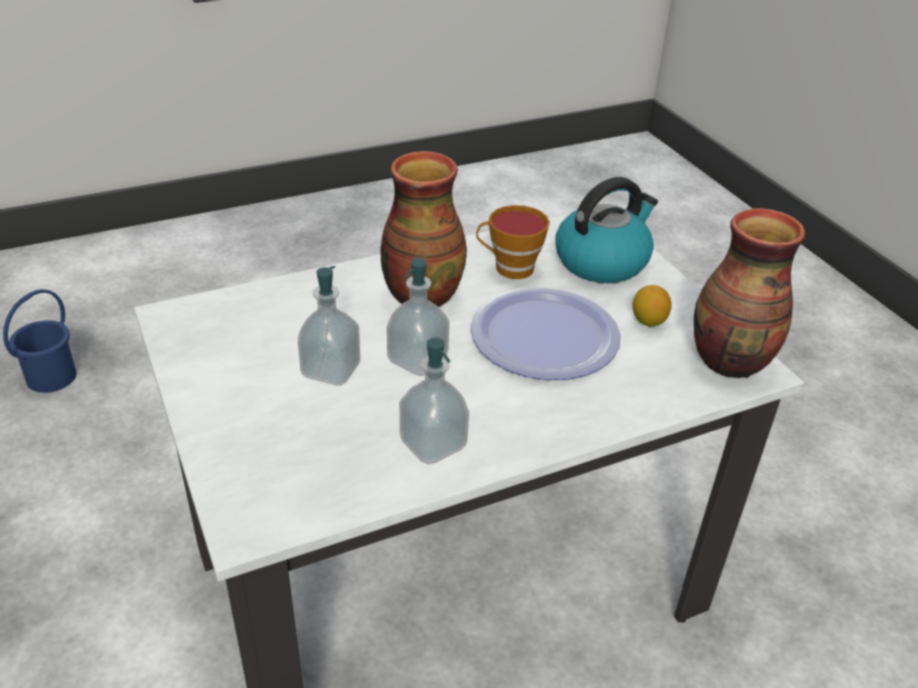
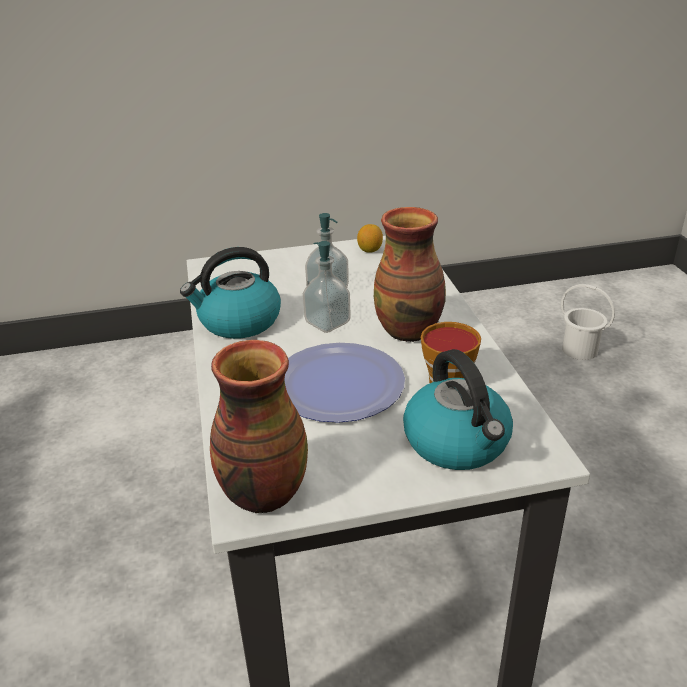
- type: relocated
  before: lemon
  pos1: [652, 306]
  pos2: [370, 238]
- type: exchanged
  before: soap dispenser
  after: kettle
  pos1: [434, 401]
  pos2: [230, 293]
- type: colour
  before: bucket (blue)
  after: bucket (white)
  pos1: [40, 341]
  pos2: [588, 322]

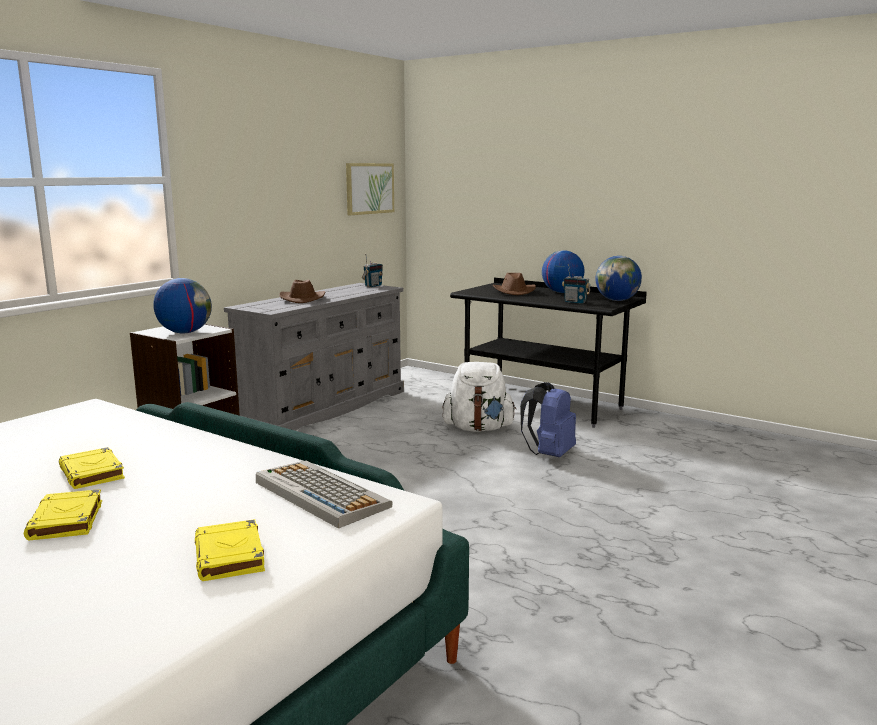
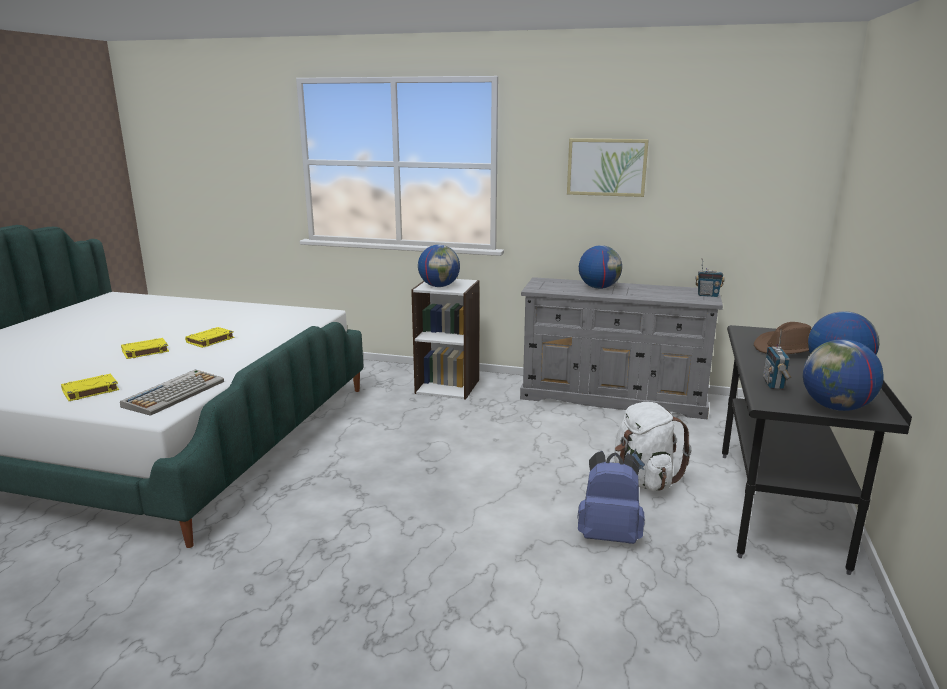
- type: relocated
  before: picture
  pos1: [370, 189]
  pos2: [608, 167]
- type: exchanged
  before: hat (brown)
  after: globe
  pos1: [302, 291]
  pos2: [600, 267]

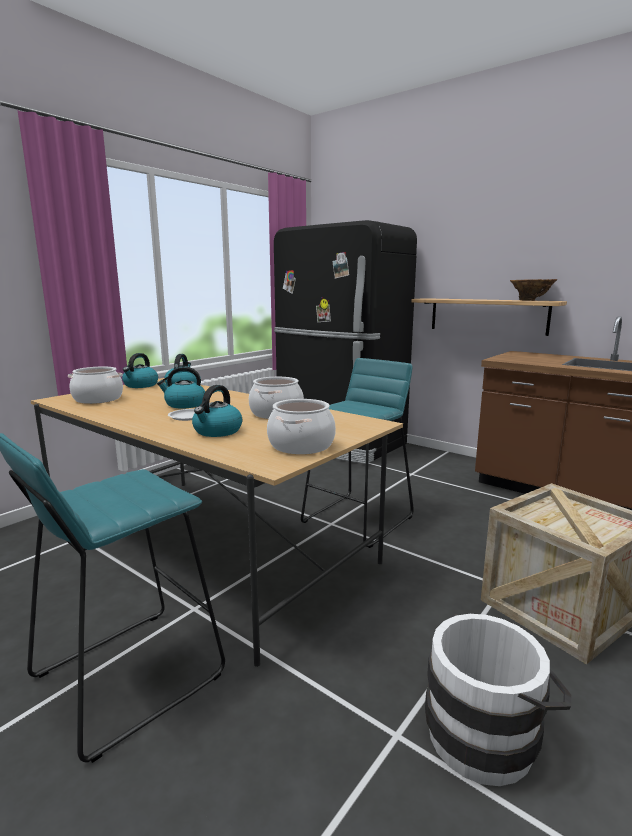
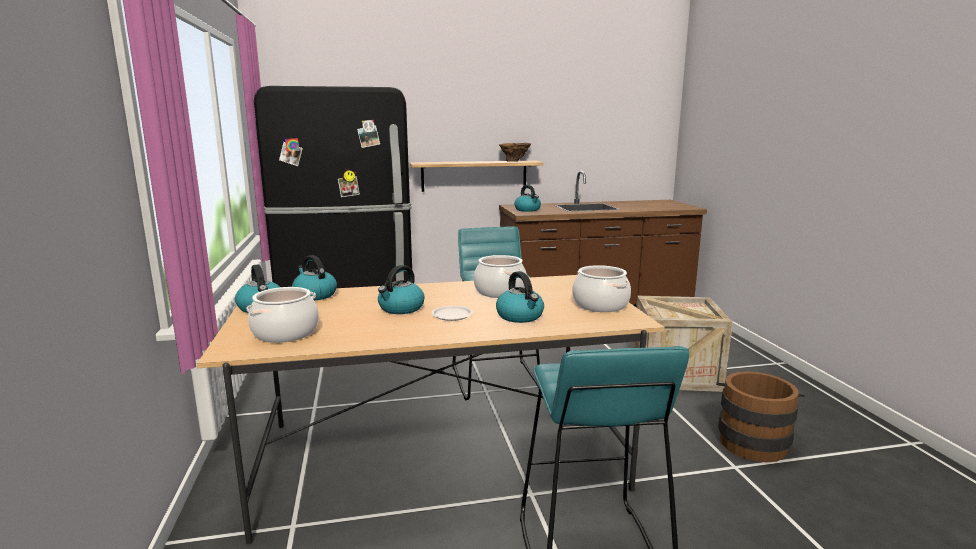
- type: appeared
  after: kettle
  pos2: [527, 198]
- type: colour
  before: bucket (white)
  after: bucket (brown)
  pos1: [498, 700]
  pos2: [760, 416]

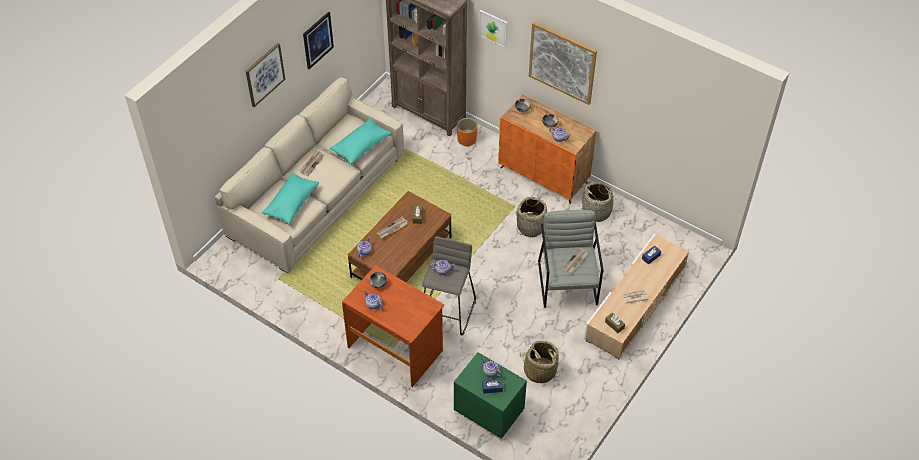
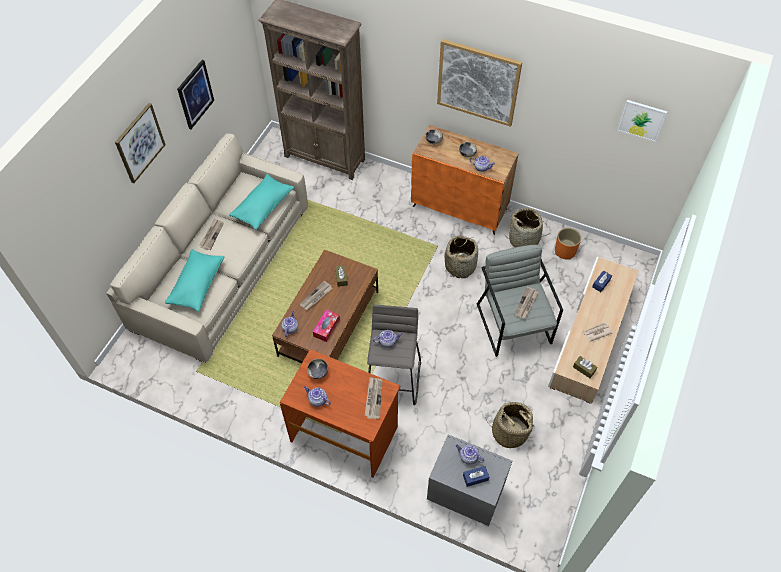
- type: appeared
  after: tissue box
  pos2: [326, 326]
- type: appeared
  after: newspaper
  pos2: [374, 398]
- type: relocated
  before: planter (orange)
  pos1: [467, 132]
  pos2: [568, 244]
- type: relocated
  before: picture
  pos1: [493, 29]
  pos2: [642, 121]
- type: colour
  before: nightstand (green)
  after: nightstand (grey)
  pos1: [490, 395]
  pos2: [469, 480]

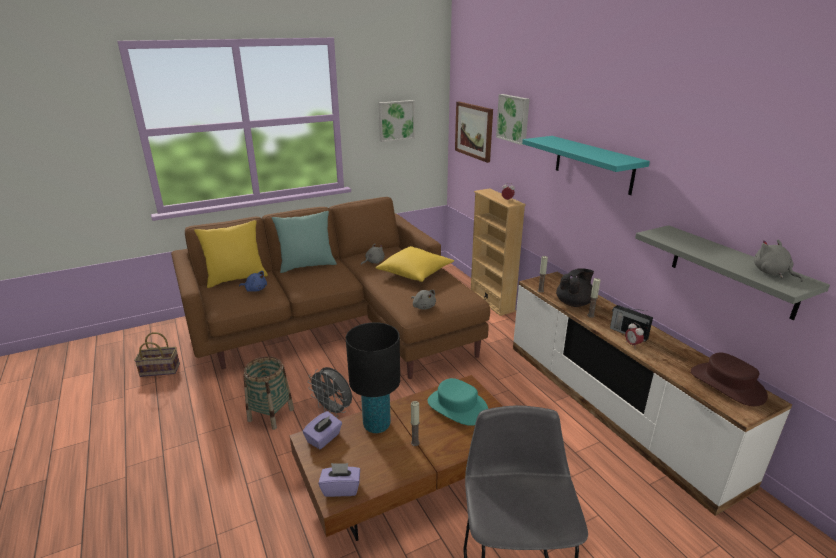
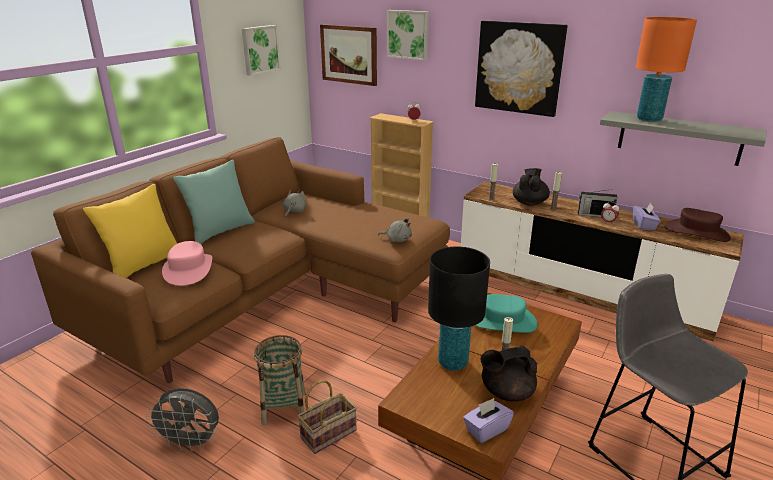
- type: missing
  before: pillow (yellow)
  pos1: [414, 264]
- type: missing
  before: plush toy (grey)
  pos1: [778, 261]
- type: appeared
  after: teapot (black)
  pos2: [509, 373]
- type: appeared
  after: table lamp (orange)
  pos2: [666, 69]
- type: relocated
  before: basket
  pos1: [157, 354]
  pos2: [327, 417]
- type: relocated
  before: tissue box (purple)
  pos1: [322, 430]
  pos2: [646, 216]
- type: relocated
  before: fan (grey)
  pos1: [329, 392]
  pos2: [182, 420]
- type: exchanged
  before: plush toy (blue)
  after: hat (pink)
  pos1: [253, 281]
  pos2: [187, 263]
- type: exchanged
  before: shelf (turquoise)
  after: picture
  pos1: [586, 165]
  pos2: [521, 69]

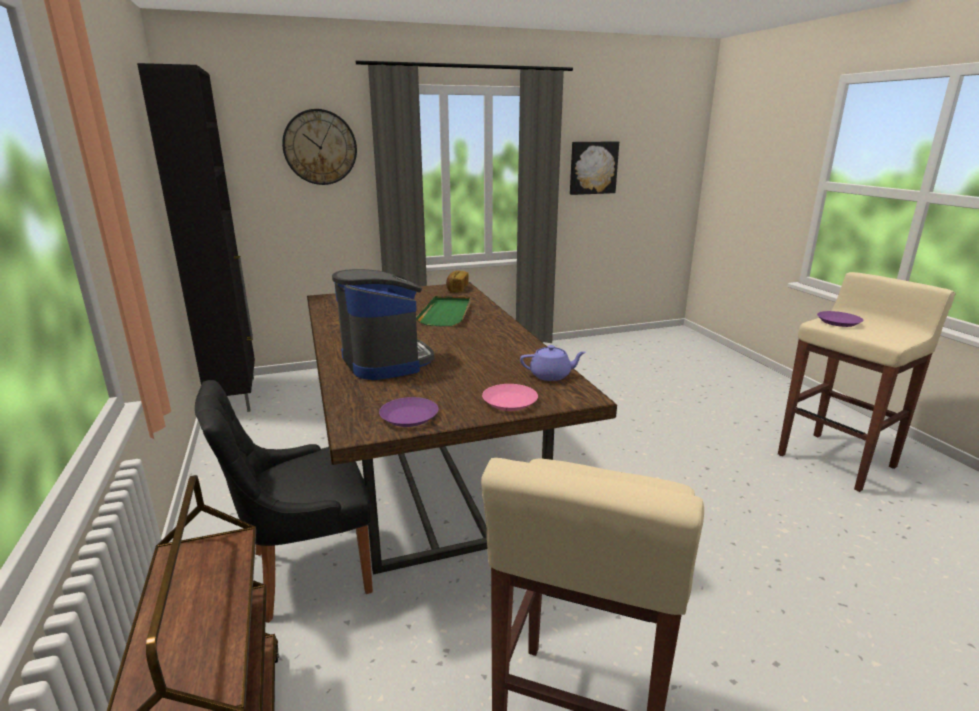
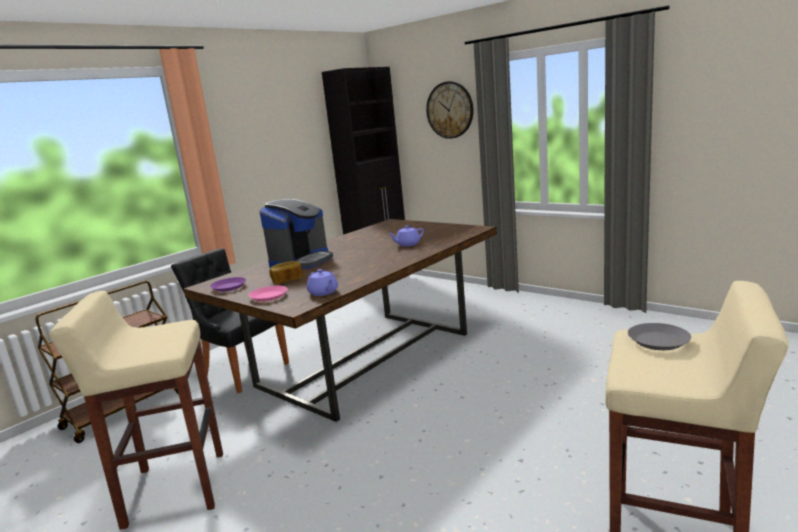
- type: missing
  before: picture
  pos1: [594, 168]
- type: relocated
  before: bread
  pos1: [457, 281]
  pos2: [286, 272]
- type: exchanged
  before: tray (green)
  after: teapot (purple)
  pos1: [443, 311]
  pos2: [406, 235]
- type: colour
  before: plate (purple)
  after: plate (grey)
  pos1: [840, 319]
  pos2: [659, 336]

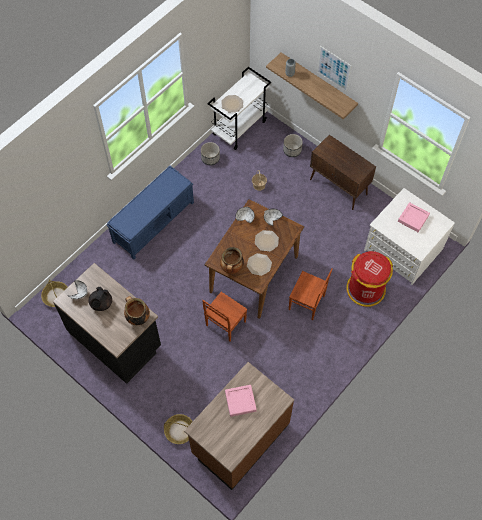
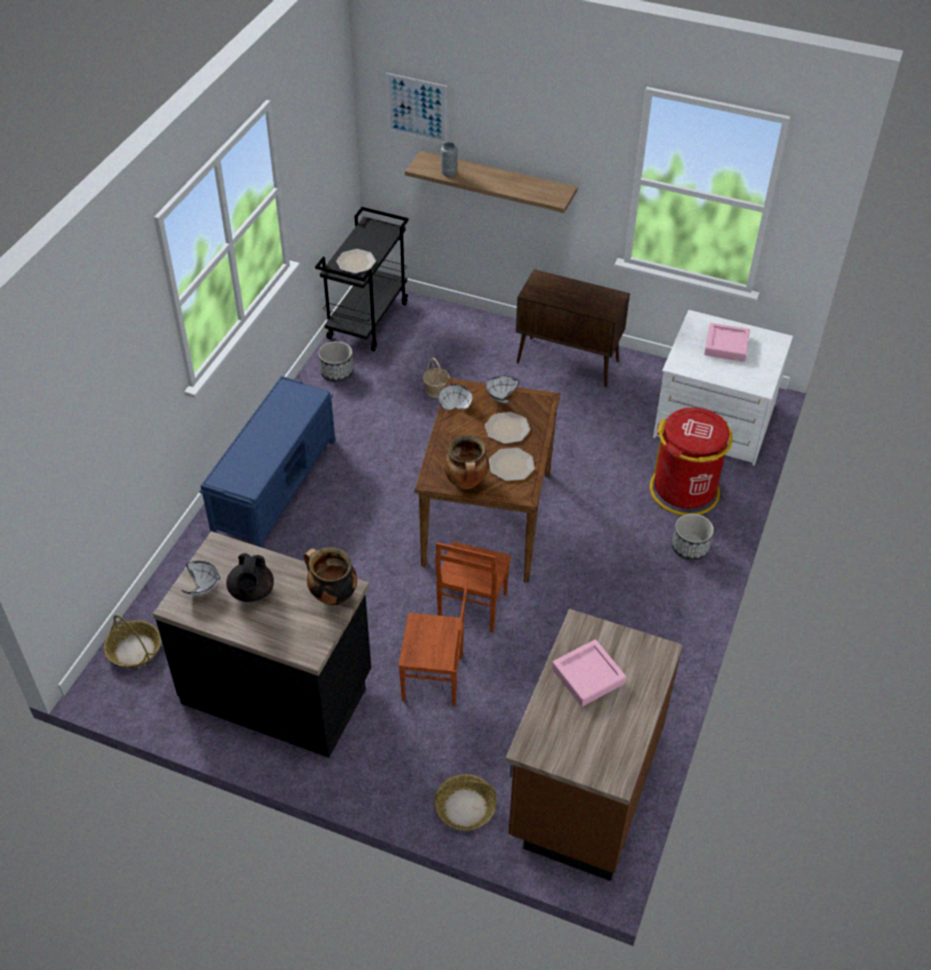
- type: relocated
  before: planter
  pos1: [293, 145]
  pos2: [693, 537]
- type: relocated
  before: chair (brown)
  pos1: [310, 294]
  pos2: [433, 642]
- type: relocated
  before: picture
  pos1: [334, 69]
  pos2: [416, 108]
- type: colour
  before: cart (white)
  after: cart (black)
  pos1: [239, 108]
  pos2: [362, 279]

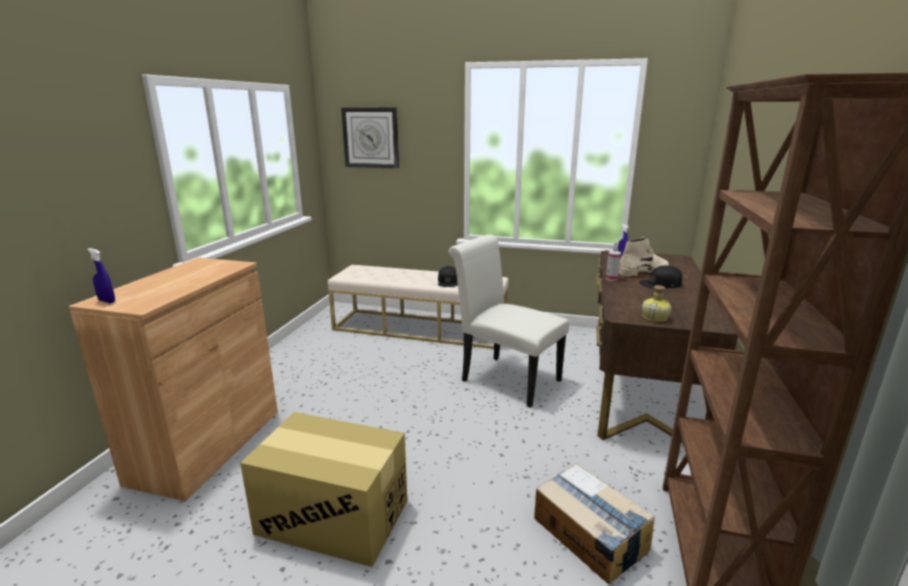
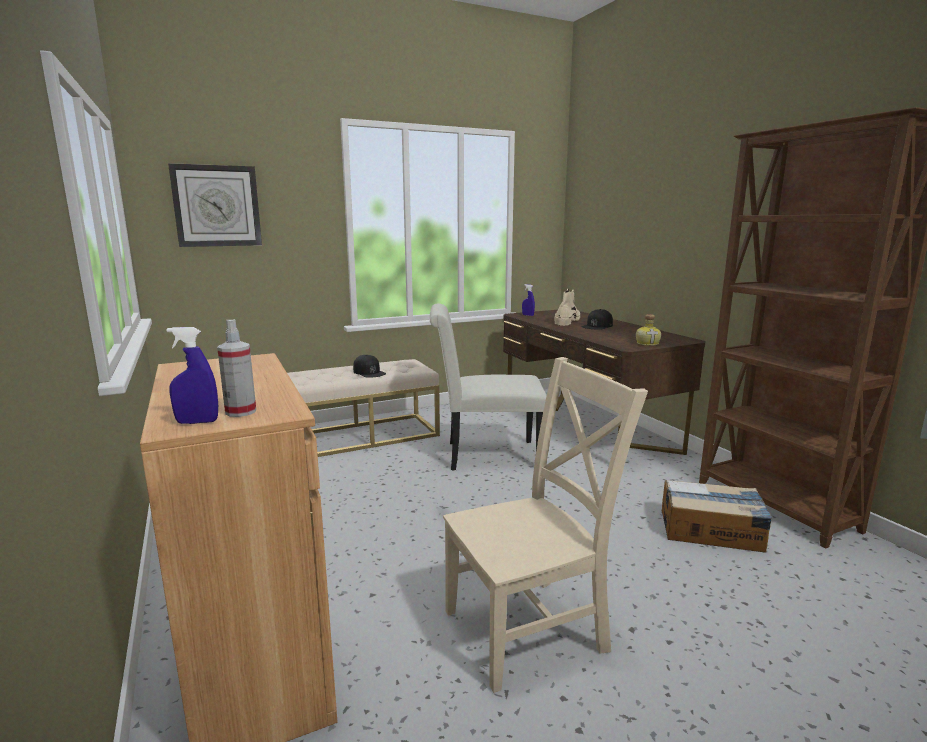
- type: relocated
  before: spray bottle
  pos1: [613, 261]
  pos2: [236, 368]
- type: exchanged
  before: cardboard box
  after: chair (beige)
  pos1: [323, 489]
  pos2: [545, 525]

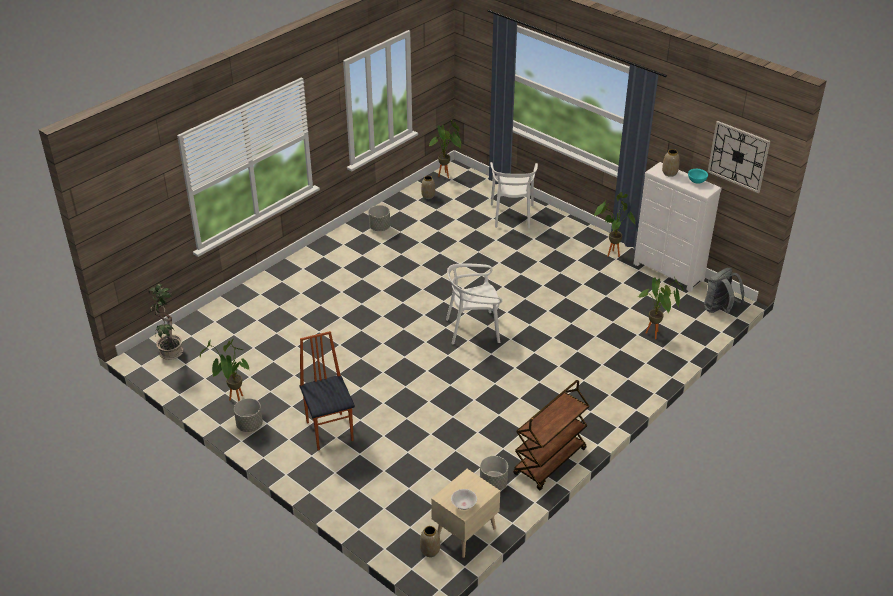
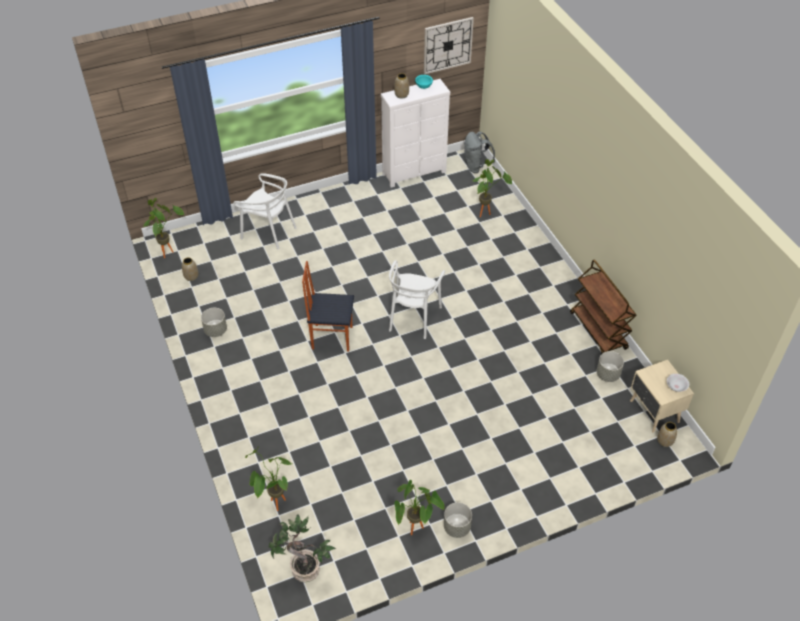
- type: relocated
  before: chair
  pos1: [327, 390]
  pos2: [328, 306]
- type: relocated
  before: potted plant
  pos1: [614, 224]
  pos2: [268, 479]

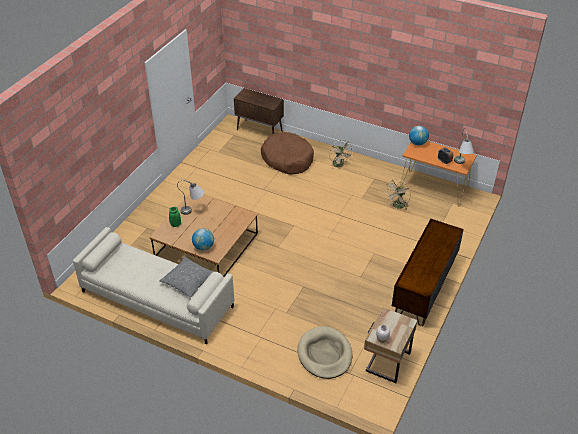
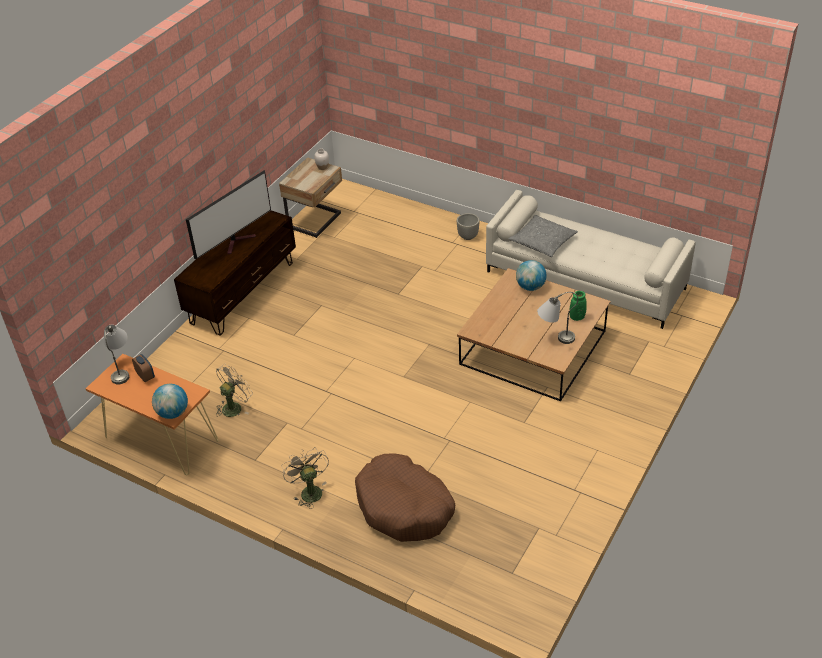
- type: missing
  before: cabinet (brown)
  pos1: [259, 111]
- type: missing
  before: dog bed (beige)
  pos1: [324, 352]
- type: appeared
  after: television
  pos2: [228, 214]
- type: appeared
  after: planter (grey)
  pos2: [468, 226]

